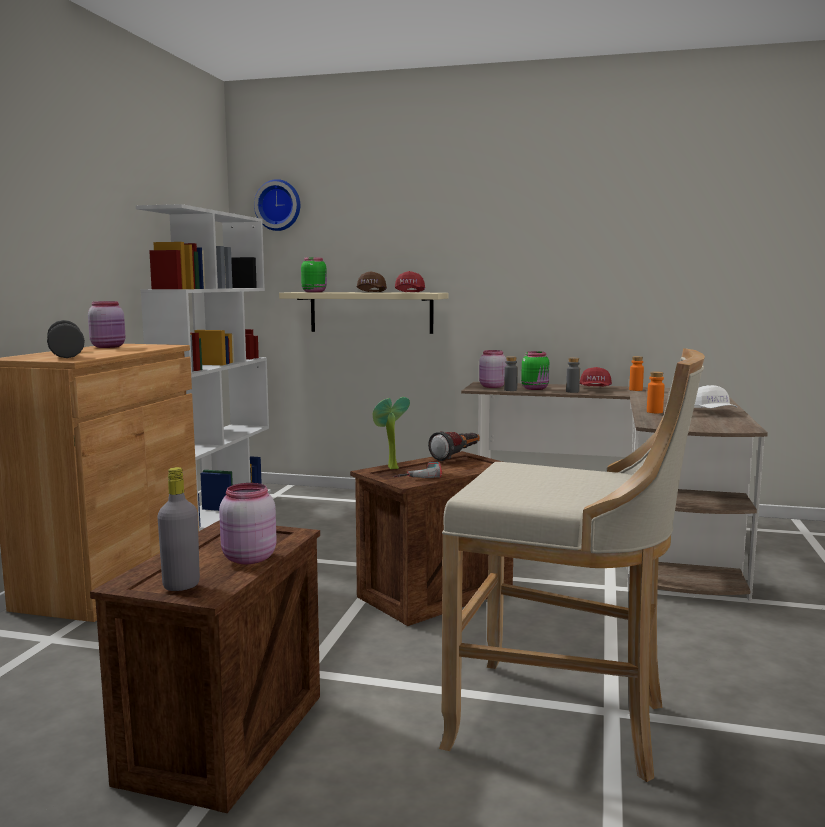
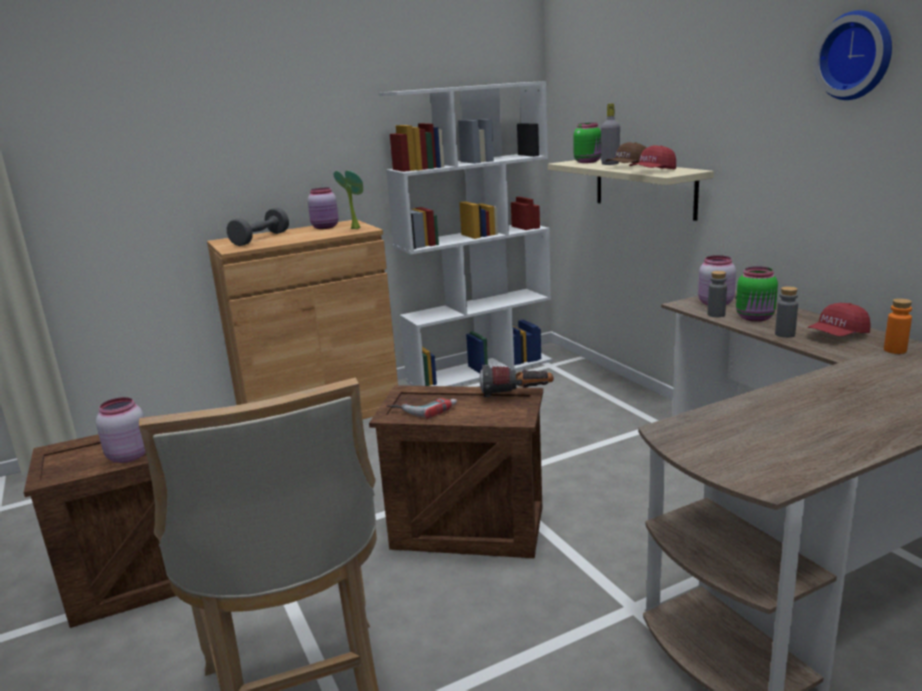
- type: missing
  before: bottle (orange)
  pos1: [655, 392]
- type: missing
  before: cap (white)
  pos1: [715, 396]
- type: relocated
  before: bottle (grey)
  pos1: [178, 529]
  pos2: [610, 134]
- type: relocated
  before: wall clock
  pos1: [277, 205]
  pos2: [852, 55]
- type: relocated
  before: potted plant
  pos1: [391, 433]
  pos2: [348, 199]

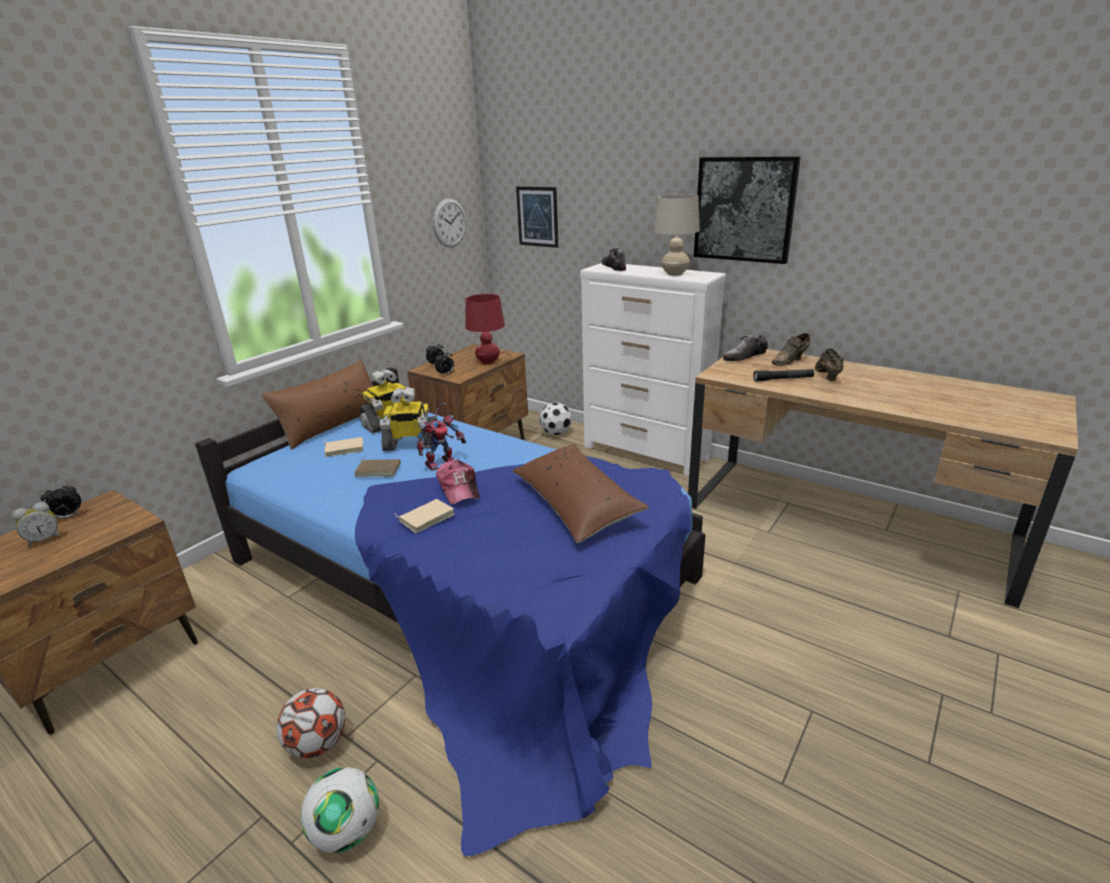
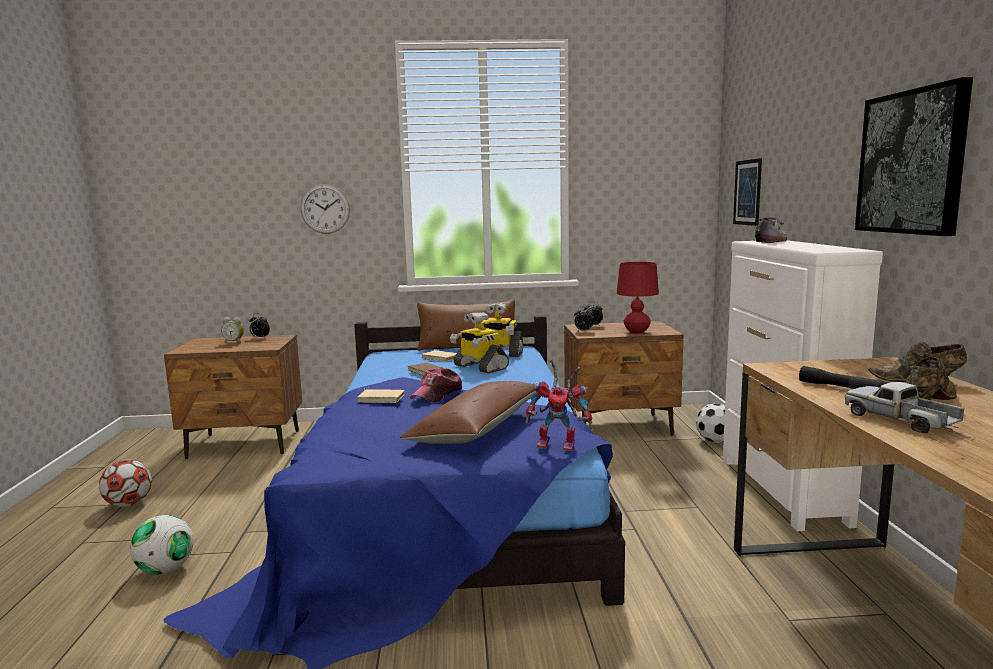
- type: missing
  before: table lamp (beige)
  pos1: [677, 235]
- type: missing
  before: shoe
  pos1: [745, 347]
- type: appeared
  after: toy truck
  pos2: [904, 407]
- type: relocated
  before: football
  pos1: [311, 723]
  pos2: [125, 483]
- type: relocated
  before: toy robot
  pos1: [441, 436]
  pos2: [559, 405]
- type: relocated
  before: wall clock
  pos1: [449, 223]
  pos2: [325, 209]

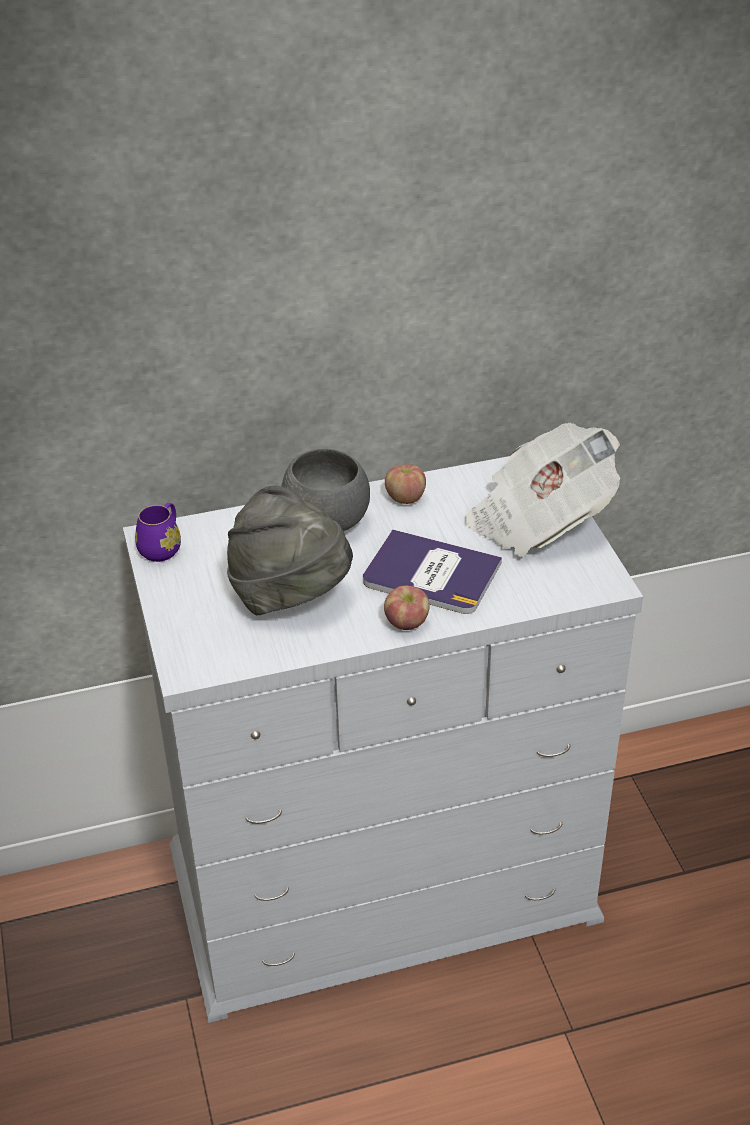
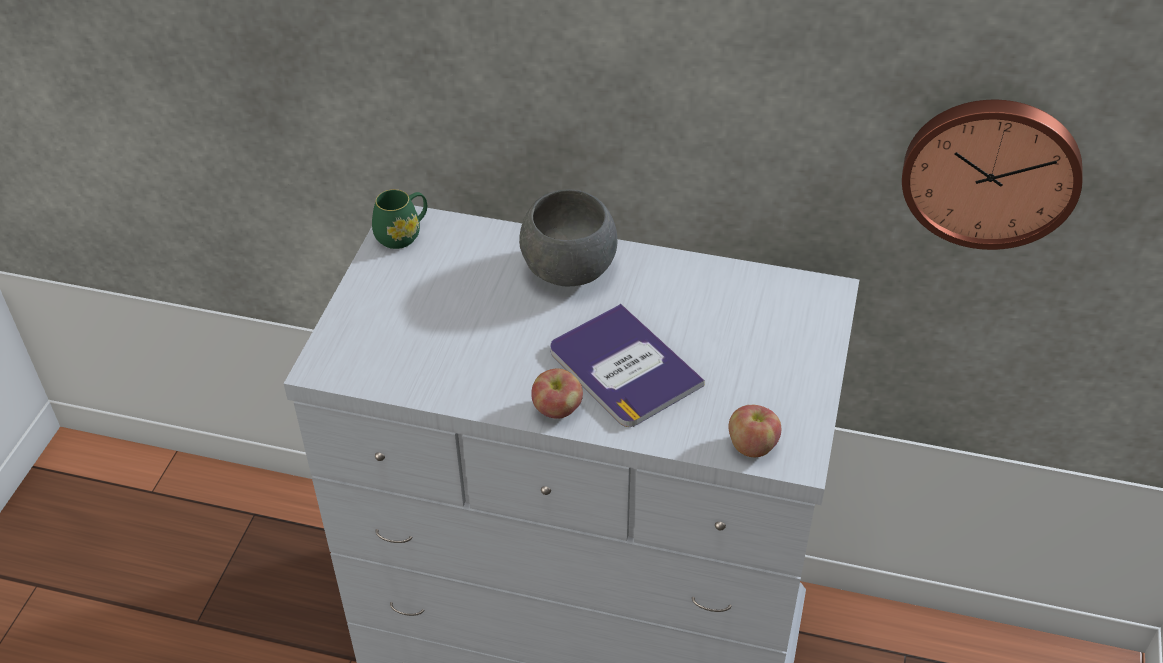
- type: missing
  before: hat (grey)
  pos1: [290, 550]
- type: missing
  before: newspaper
  pos1: [542, 490]
- type: appeared
  after: wall clock
  pos2: [992, 175]
- type: relocated
  before: apple
  pos1: [405, 484]
  pos2: [754, 431]
- type: colour
  before: mug (purple)
  after: mug (green)
  pos1: [158, 532]
  pos2: [399, 219]

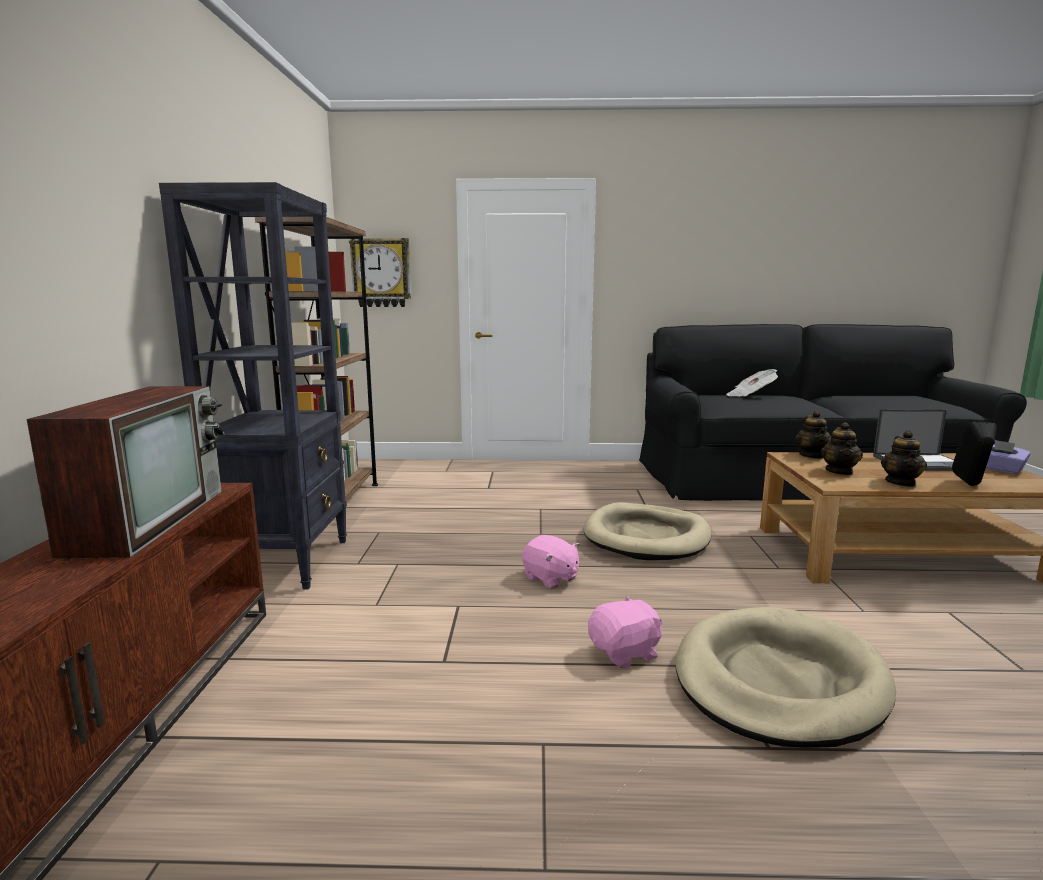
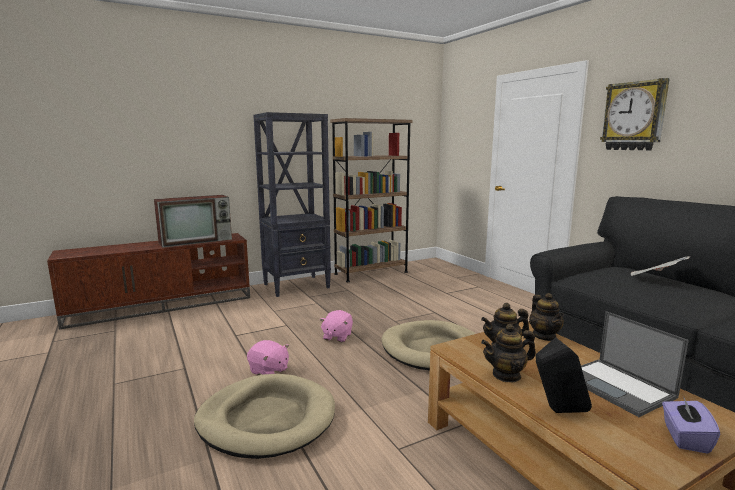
- type: relocated
  before: wall clock
  pos1: [380, 272]
  pos2: [635, 114]
- type: spun
  before: teapot
  pos1: [813, 435]
  pos2: [546, 317]
  turn: -75

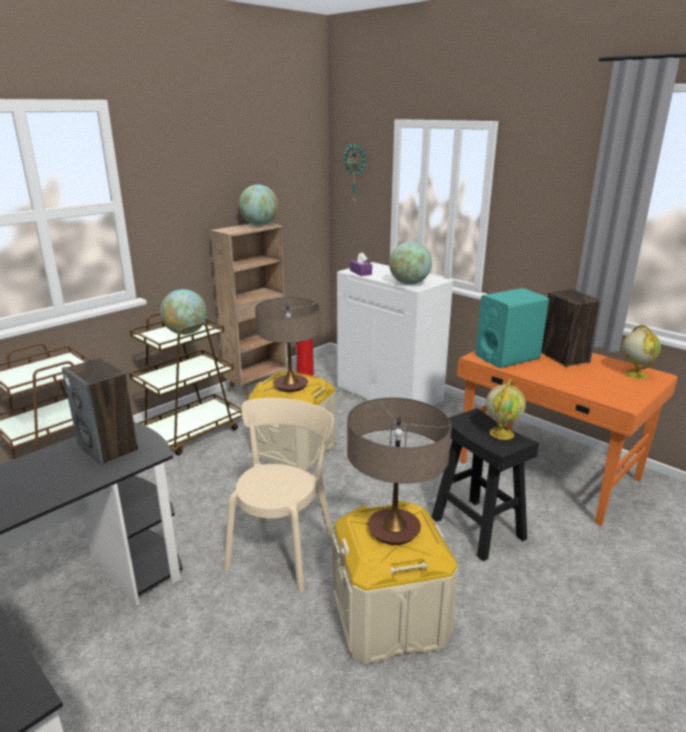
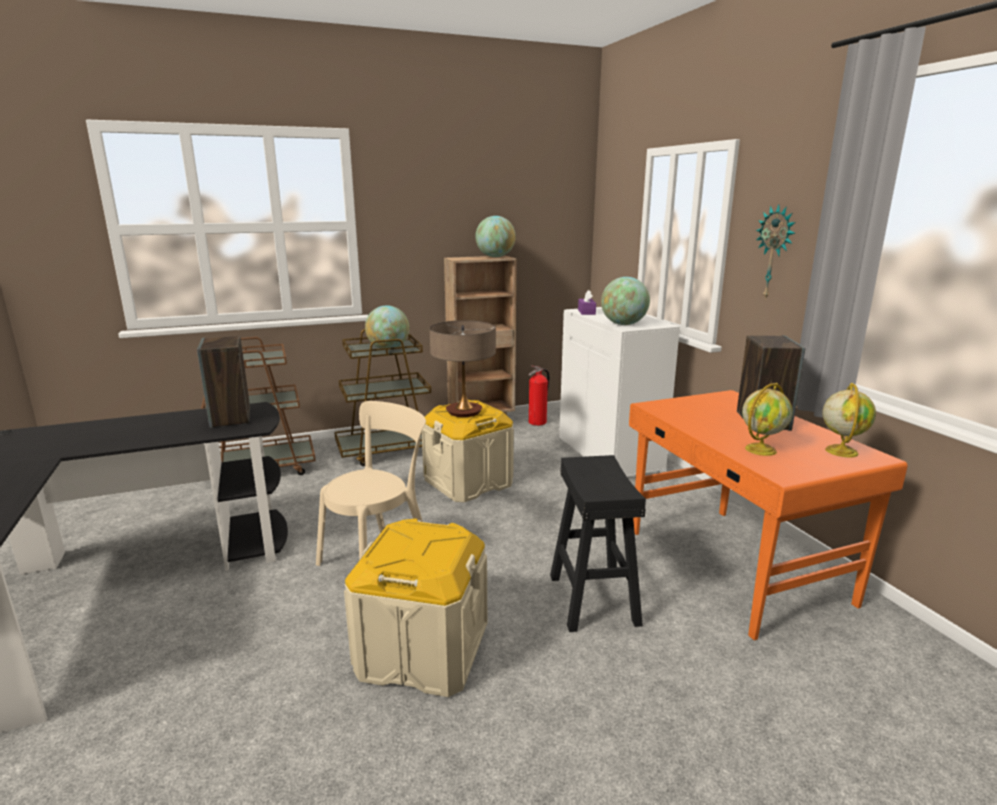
- type: missing
  before: table lamp
  pos1: [399, 471]
- type: missing
  before: speaker (turquoise)
  pos1: [512, 328]
- type: relocated
  before: wall clock
  pos1: [355, 173]
  pos2: [775, 252]
- type: relocated
  before: globe
  pos1: [506, 409]
  pos2: [767, 419]

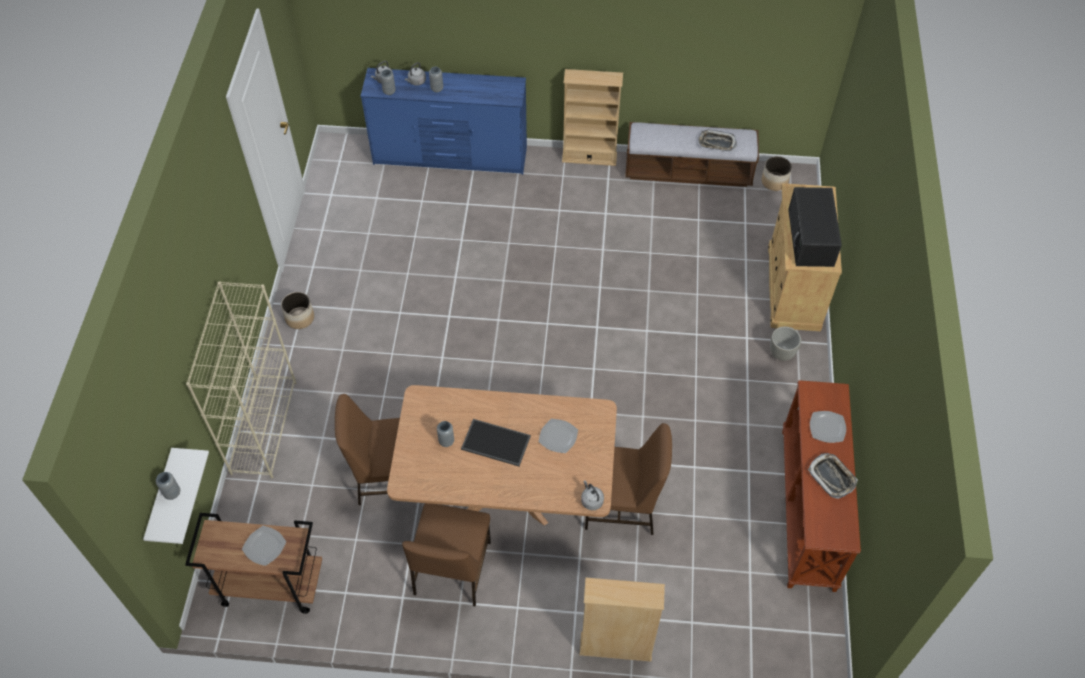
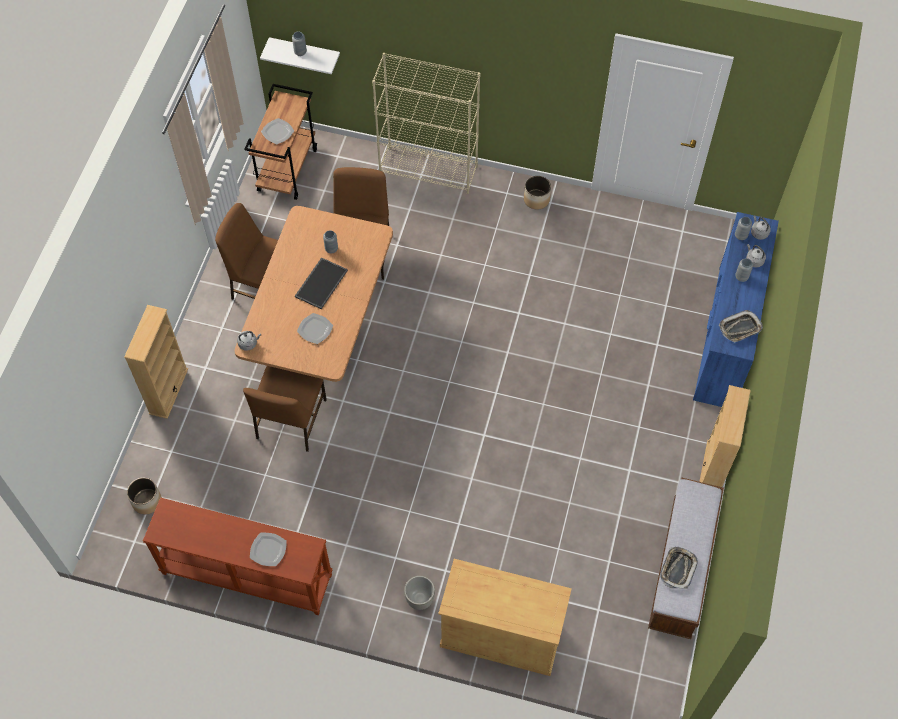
- type: missing
  before: microwave (black)
  pos1: [815, 227]
- type: relocated
  before: planter
  pos1: [777, 173]
  pos2: [144, 496]
- type: relocated
  before: tray
  pos1: [833, 476]
  pos2: [741, 326]

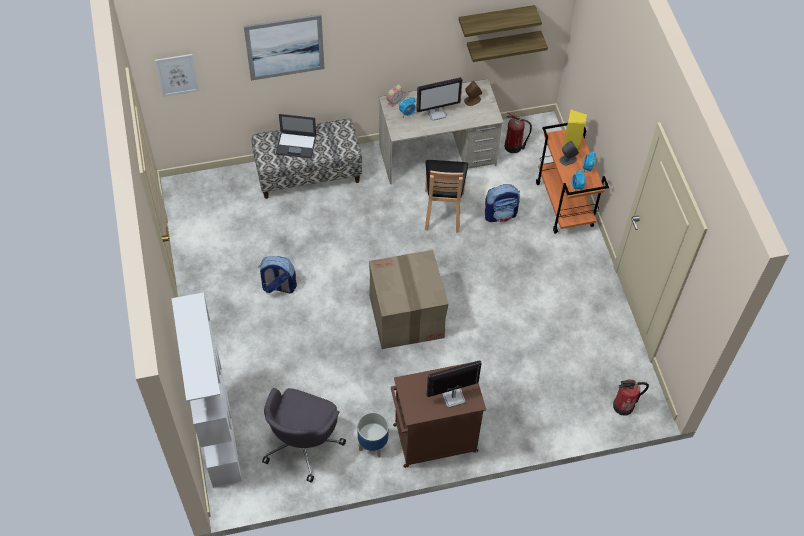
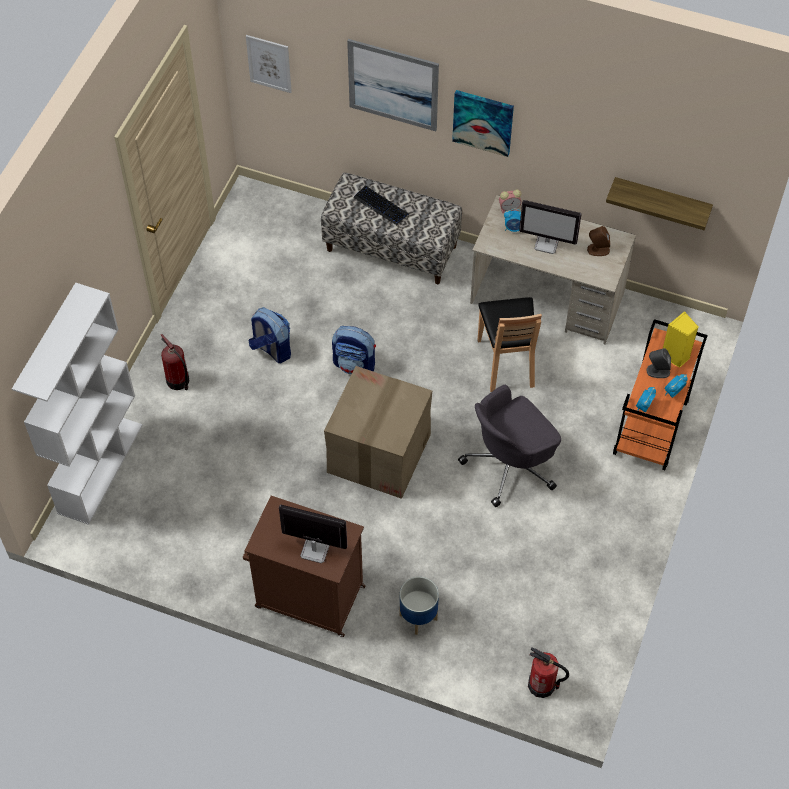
- type: missing
  before: shelf
  pos1: [500, 21]
- type: appeared
  after: picture
  pos2: [483, 123]
- type: relocated
  before: office chair (grey)
  pos1: [304, 435]
  pos2: [509, 446]
- type: relocated
  before: planter
  pos1: [373, 434]
  pos2: [419, 606]
- type: relocated
  before: backpack
  pos1: [502, 203]
  pos2: [354, 350]
- type: relocated
  before: fire extinguisher
  pos1: [518, 132]
  pos2: [175, 362]
- type: exchanged
  before: laptop
  after: keyboard
  pos1: [296, 136]
  pos2: [381, 205]
- type: spun
  before: chair (brown)
  pos1: [446, 196]
  pos2: [510, 344]
  turn: -45

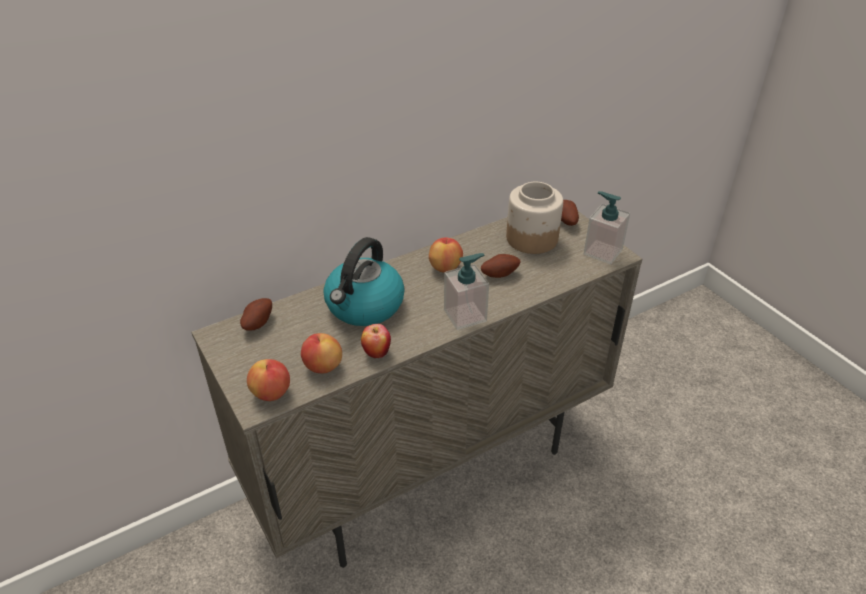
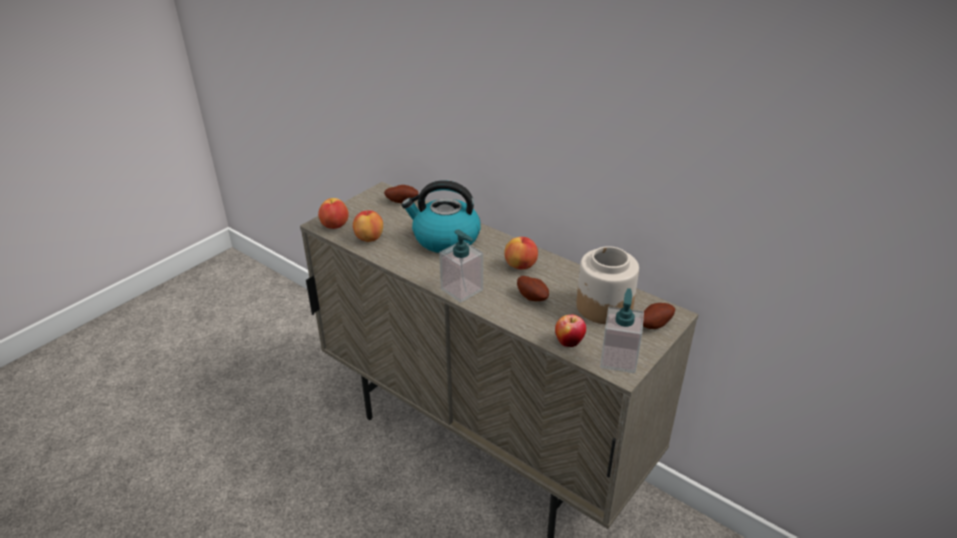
- type: relocated
  before: apple
  pos1: [376, 341]
  pos2: [570, 331]

